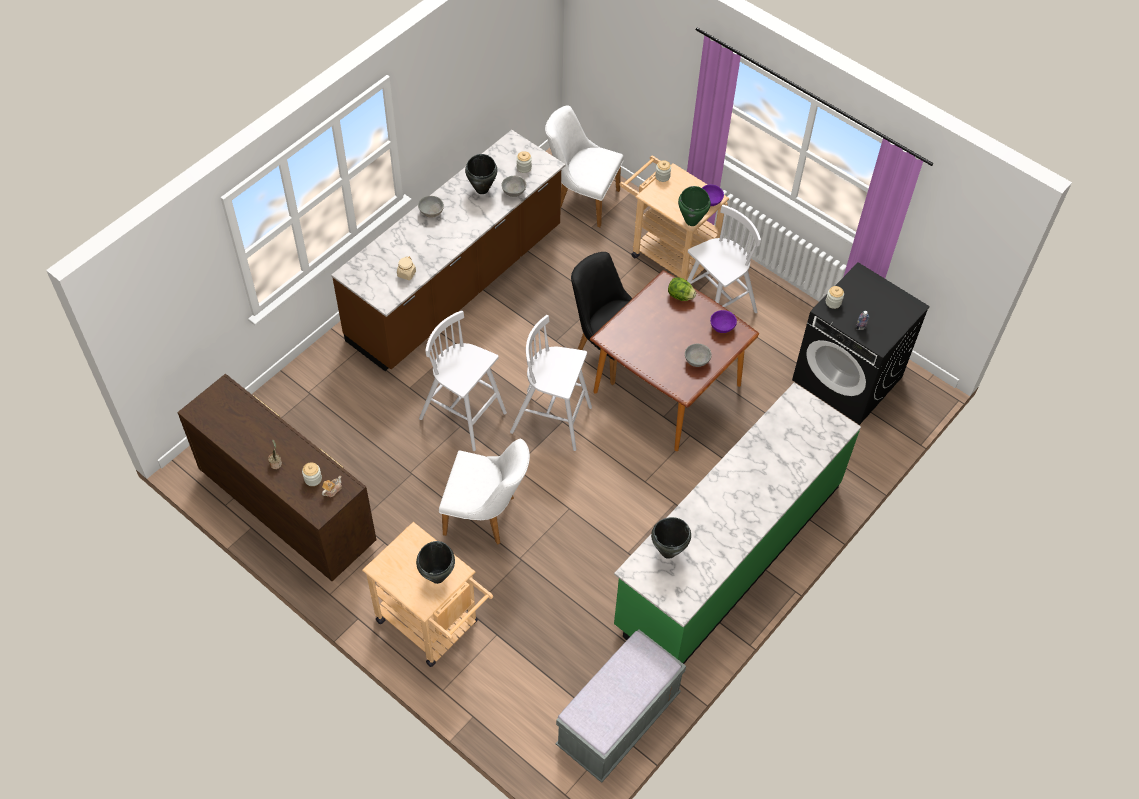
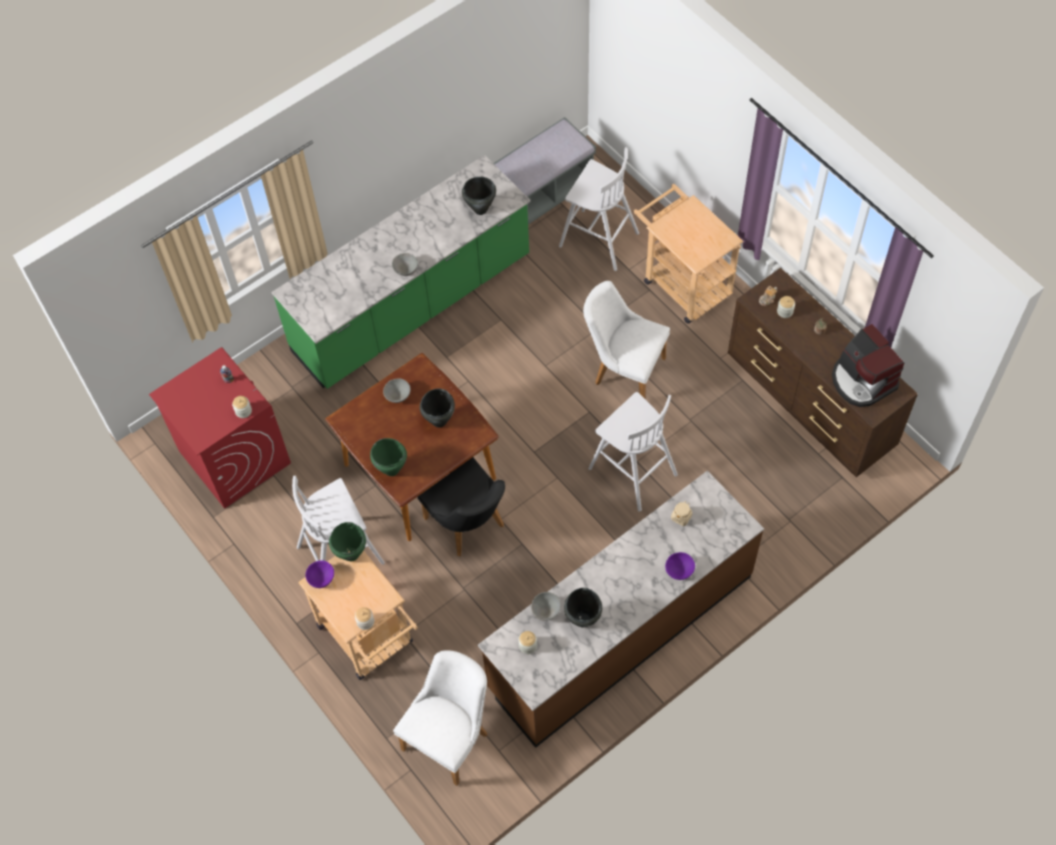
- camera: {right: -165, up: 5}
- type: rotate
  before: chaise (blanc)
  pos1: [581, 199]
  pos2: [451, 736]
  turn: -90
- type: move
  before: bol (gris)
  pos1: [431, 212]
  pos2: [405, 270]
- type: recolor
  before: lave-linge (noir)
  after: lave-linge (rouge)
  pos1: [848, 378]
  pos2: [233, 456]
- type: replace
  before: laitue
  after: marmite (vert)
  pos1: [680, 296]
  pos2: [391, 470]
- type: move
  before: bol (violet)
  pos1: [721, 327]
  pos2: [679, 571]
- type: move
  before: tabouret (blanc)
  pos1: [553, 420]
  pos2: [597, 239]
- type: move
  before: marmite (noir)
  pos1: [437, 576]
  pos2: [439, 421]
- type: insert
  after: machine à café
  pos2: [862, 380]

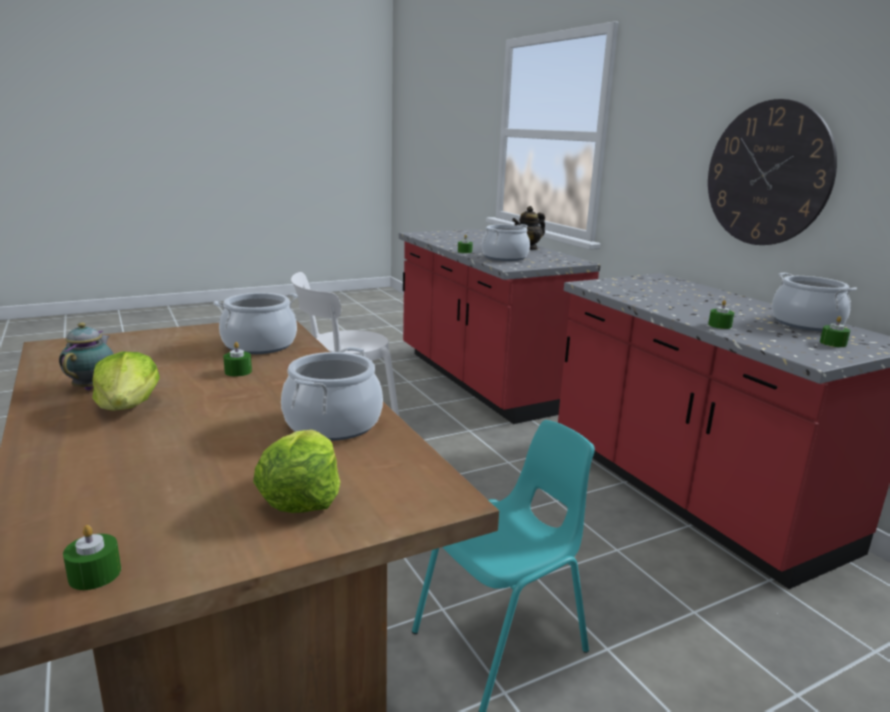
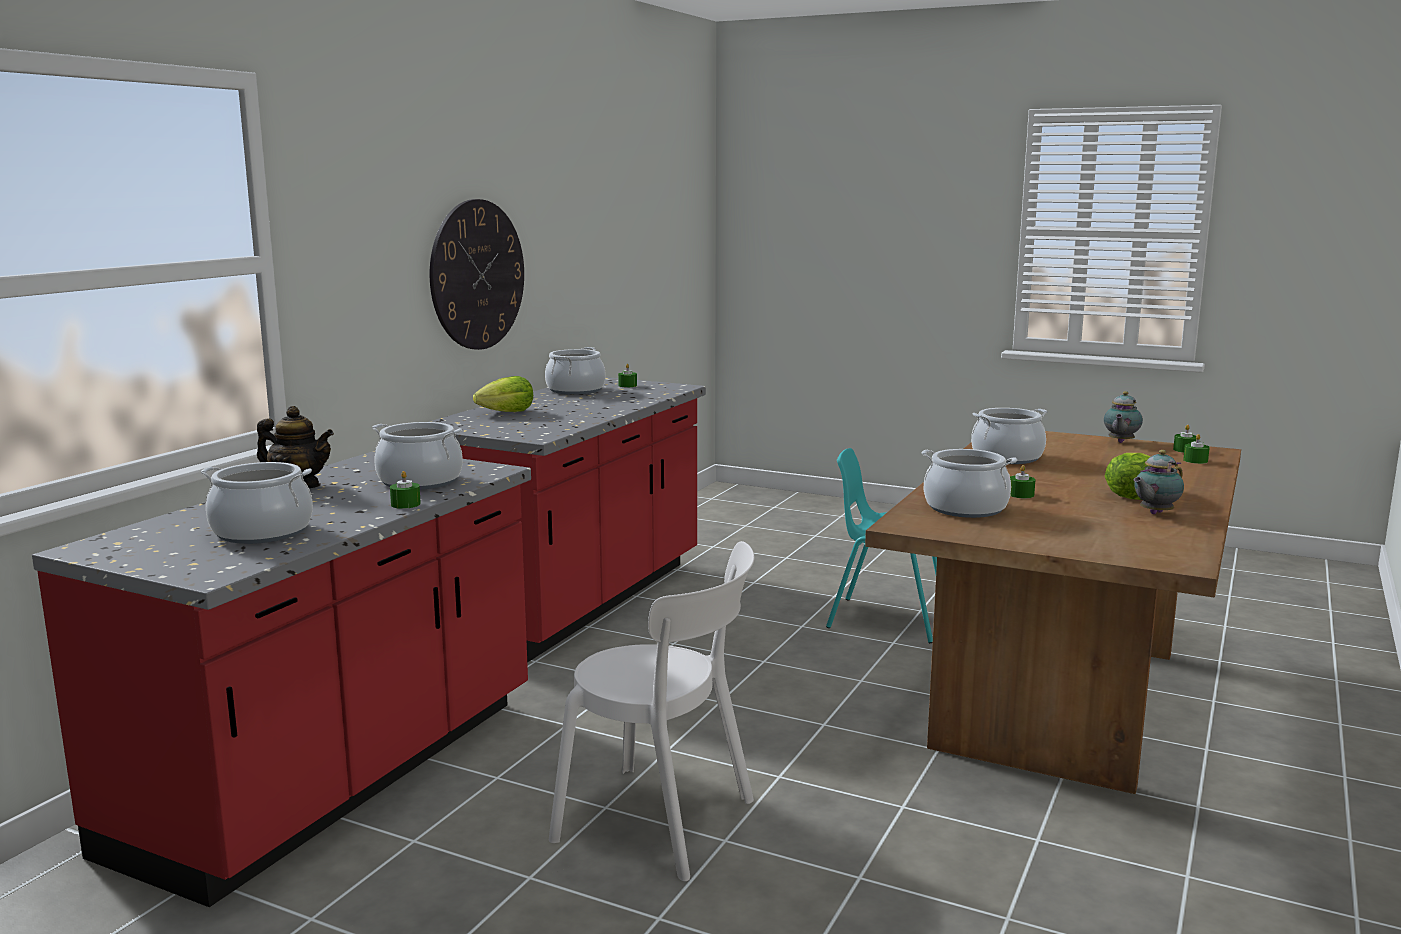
- camera: {right: -125, up: -5}
- type: move
  before: bougie (vert)
  pos1: [719, 325]
  pos2: [1195, 460]
- type: move
  before: laitue
  pos1: [301, 496]
  pos2: [507, 412]
- type: insert
  after: théière
  pos2: [1120, 442]
- type: insert
  after: marmite
  pos2: [262, 532]

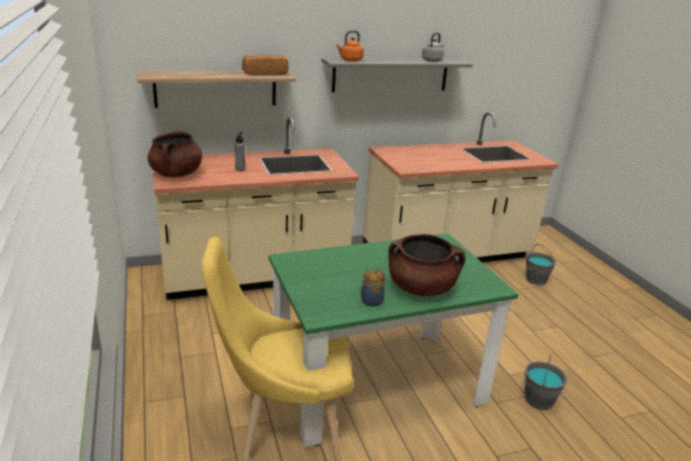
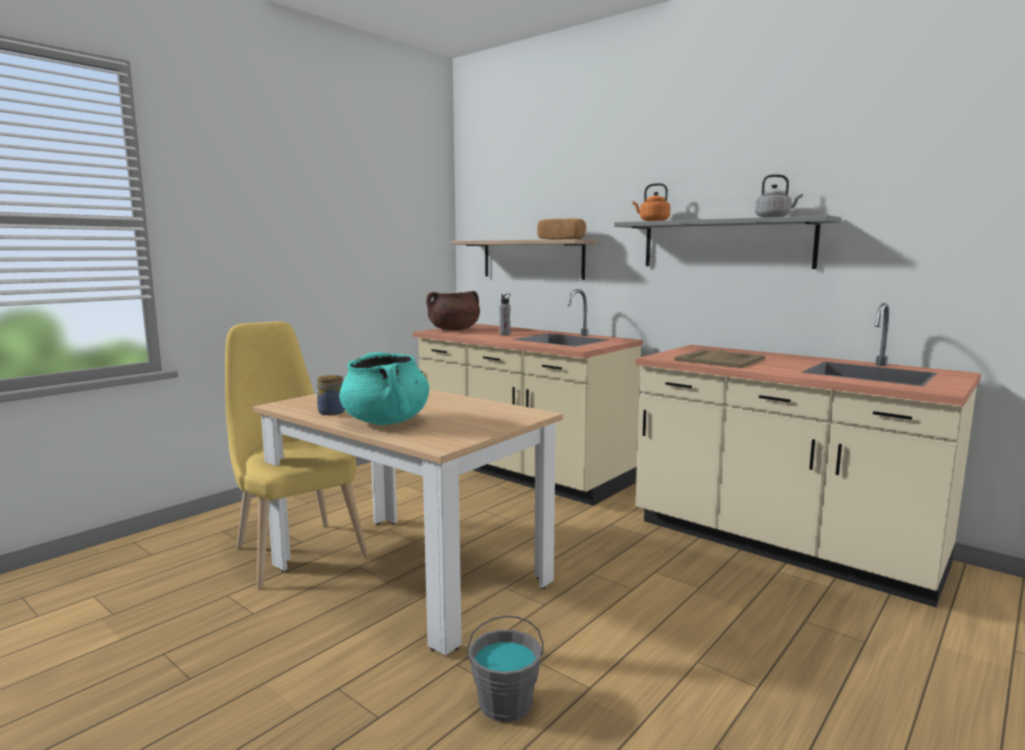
- camera: {right: 60, up: -15}
- type: recolor
  before: table à manger (vert)
  after: table à manger (beige)
  pos1: [377, 384]
  pos2: [409, 574]
- type: recolor
  before: marmite (marron)
  after: marmite (turquoise)
  pos1: [421, 288]
  pos2: [386, 421]
- type: delete
  before: seau (gris)
  pos1: [536, 279]
- type: insert
  after: plateau (beige)
  pos2: [719, 359]

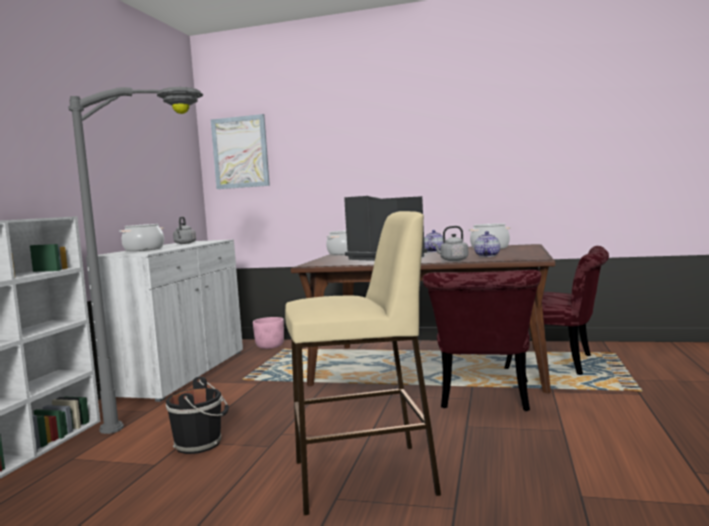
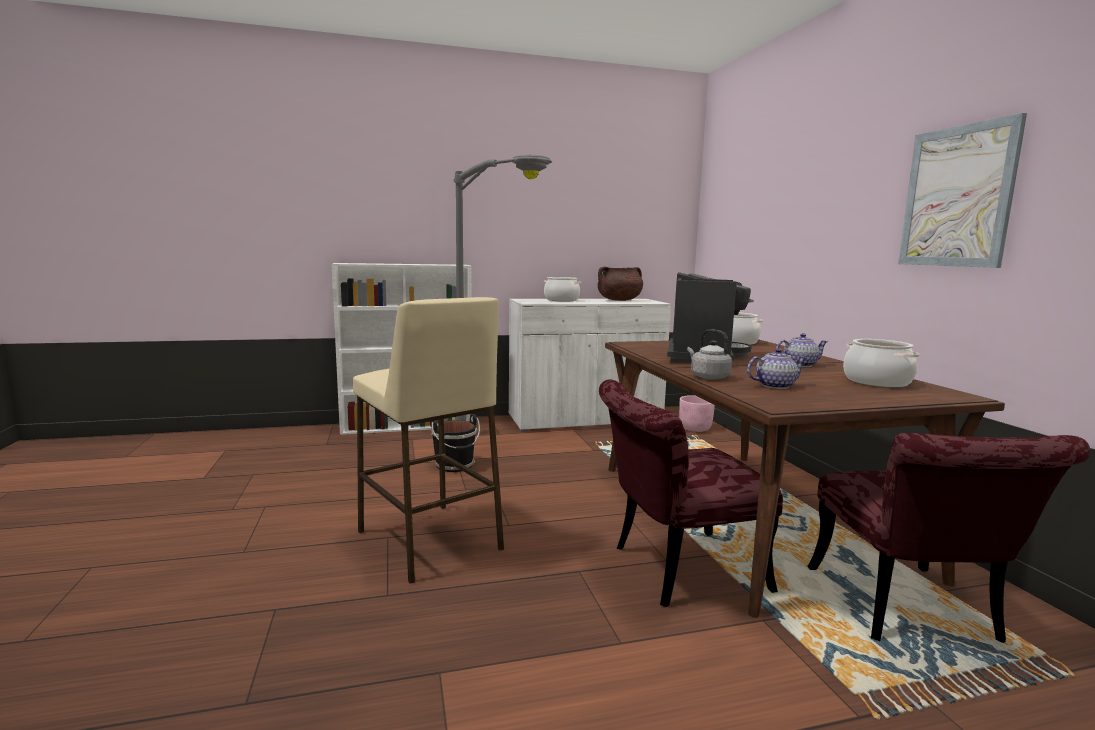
- camera: {right: 60, up: 5}
- type: move
  before: tableau
  pos1: [240, 152]
  pos2: [957, 197]
- type: replace
  before: bouilloire (gris)
  after: marmite (marron)
  pos1: [184, 243]
  pos2: [619, 300]

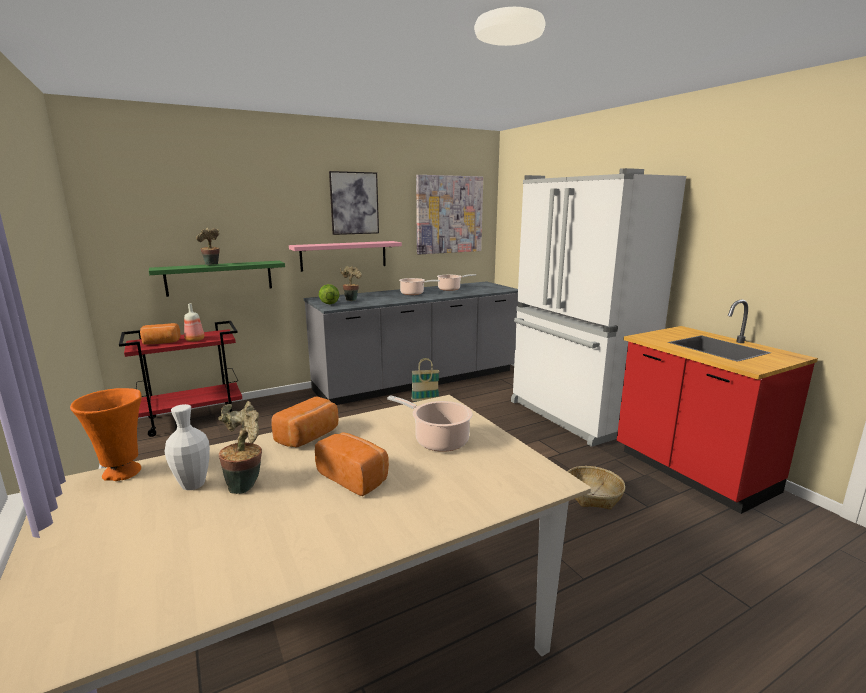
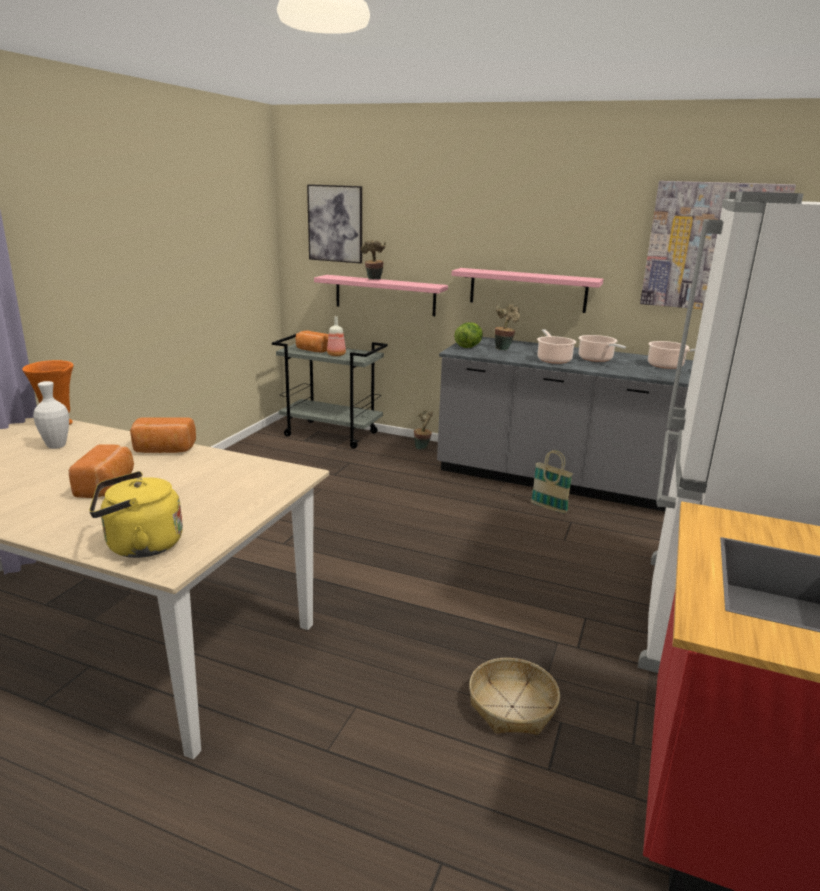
- camera: {right: 50, up: 5}
- type: move
  before: tableau
  pos1: [354, 203]
  pos2: [335, 223]
- type: recolor
  before: étagère (vert)
  after: étagère (rose)
  pos1: [219, 278]
  pos2: [385, 295]
- type: recolor
  before: chariot (rouge)
  after: chariot (gris)
  pos1: [194, 418]
  pos2: [332, 434]
- type: move
  before: marmite
  pos1: [438, 440]
  pos2: [553, 359]
- type: move
  before: plante en pot
  pos1: [246, 485]
  pos2: [423, 447]
- type: insert
  after: bouilloire (jaune)
  pos2: [139, 546]

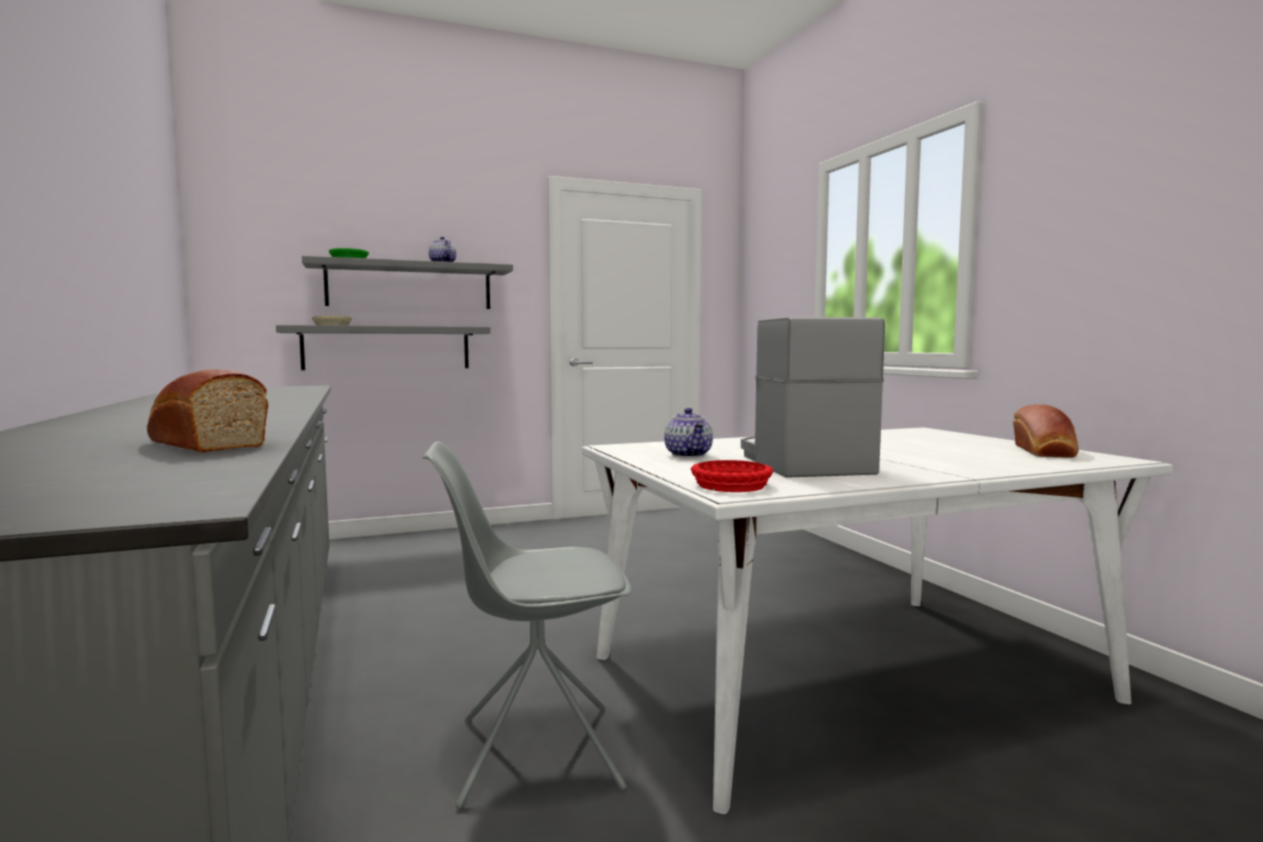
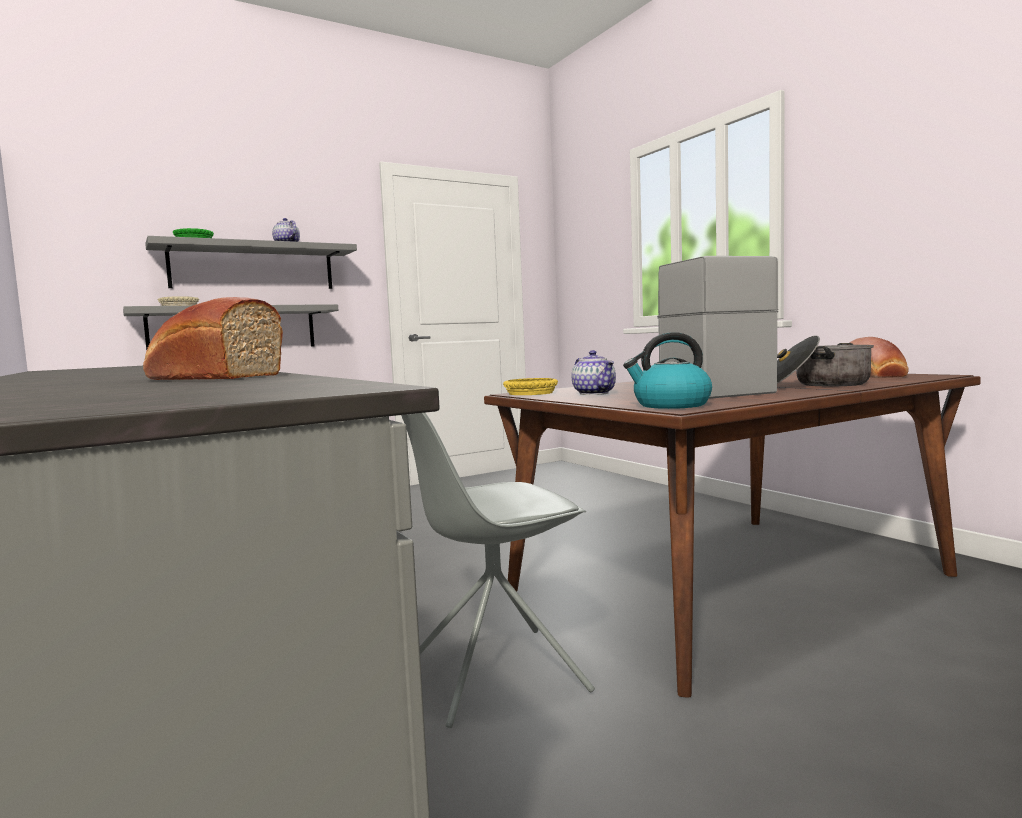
- camera: {right: -10, up: 0}
- type: recolor
  before: table à manger (blanc)
  after: table à manger (marron)
  pos1: [846, 677]
  pos2: [730, 582]
- type: replace
  before: bol (rouge)
  after: bouilloire
  pos1: [732, 485]
  pos2: [671, 405]
- type: insert
  after: marmite
  pos2: [817, 385]
- type: insert
  after: bol (jaune)
  pos2: [530, 393]

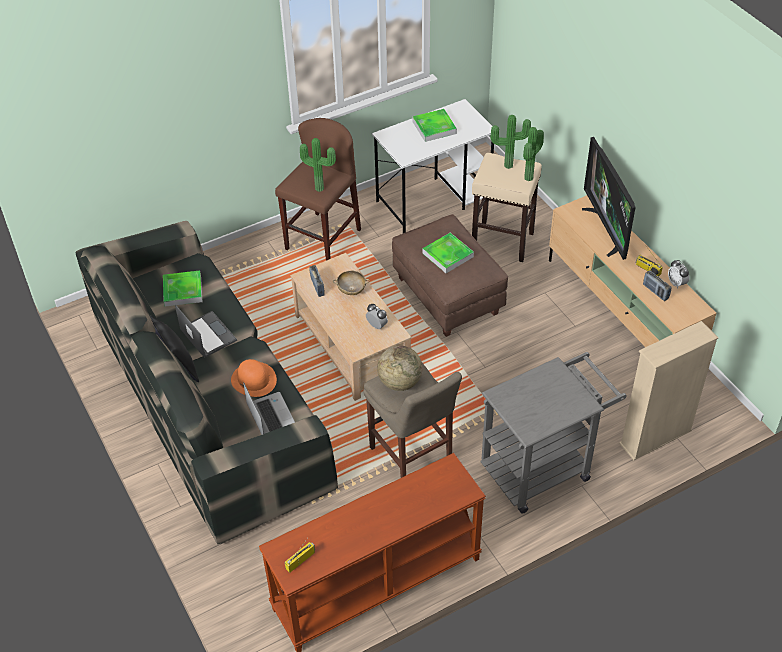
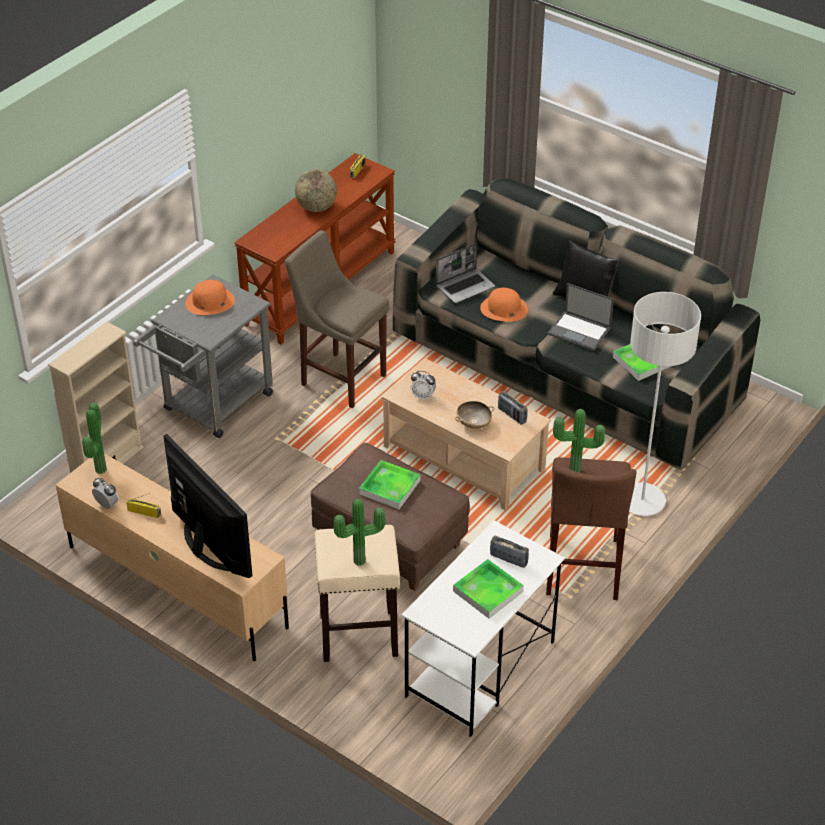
- camera: {right: 155, up: -5}
- type: move
  before: plante en pot
  pos1: [530, 178]
  pos2: [98, 470]
- type: move
  before: radio
  pos1: [655, 292]
  pos2: [509, 559]
- type: move
  before: globe
  pos1: [399, 382]
  pos2: [316, 207]
- type: rotate
  before: ordinateur portable
  pos1: [270, 416]
  pos2: [465, 286]
  turn: -75
- type: insert
  after: chapeau (orange)
  pos2: [209, 302]
- type: insert
  after: lampadaire (gris)
  pos2: [642, 501]

